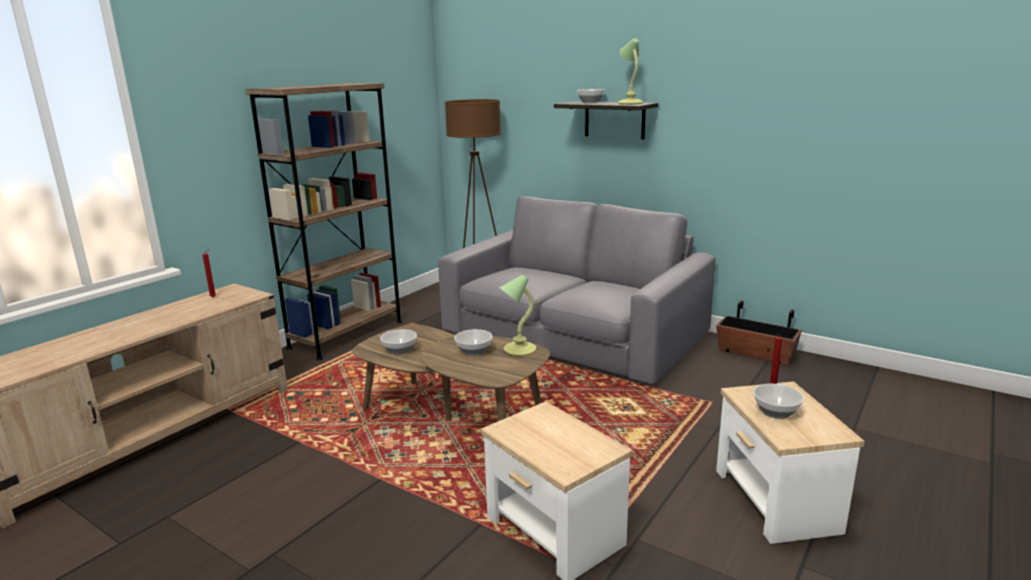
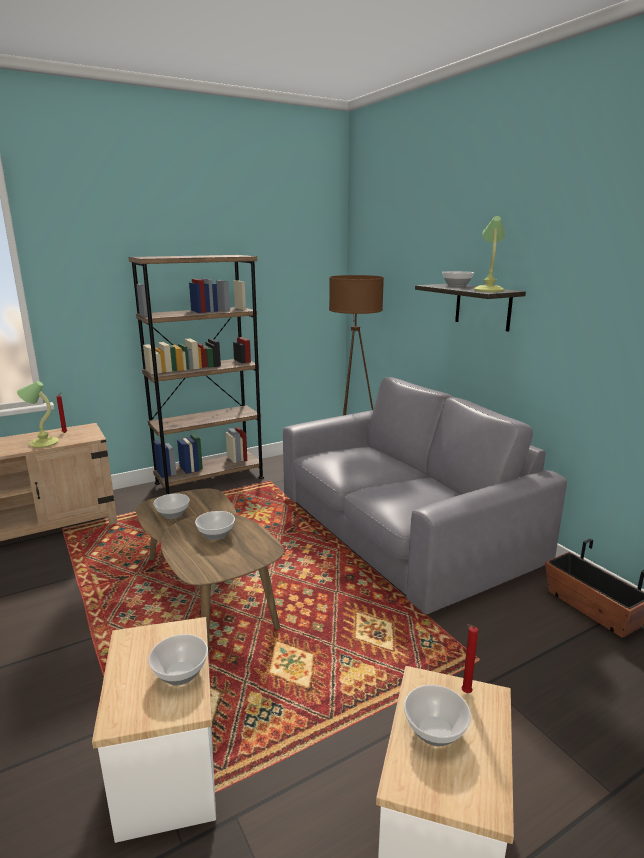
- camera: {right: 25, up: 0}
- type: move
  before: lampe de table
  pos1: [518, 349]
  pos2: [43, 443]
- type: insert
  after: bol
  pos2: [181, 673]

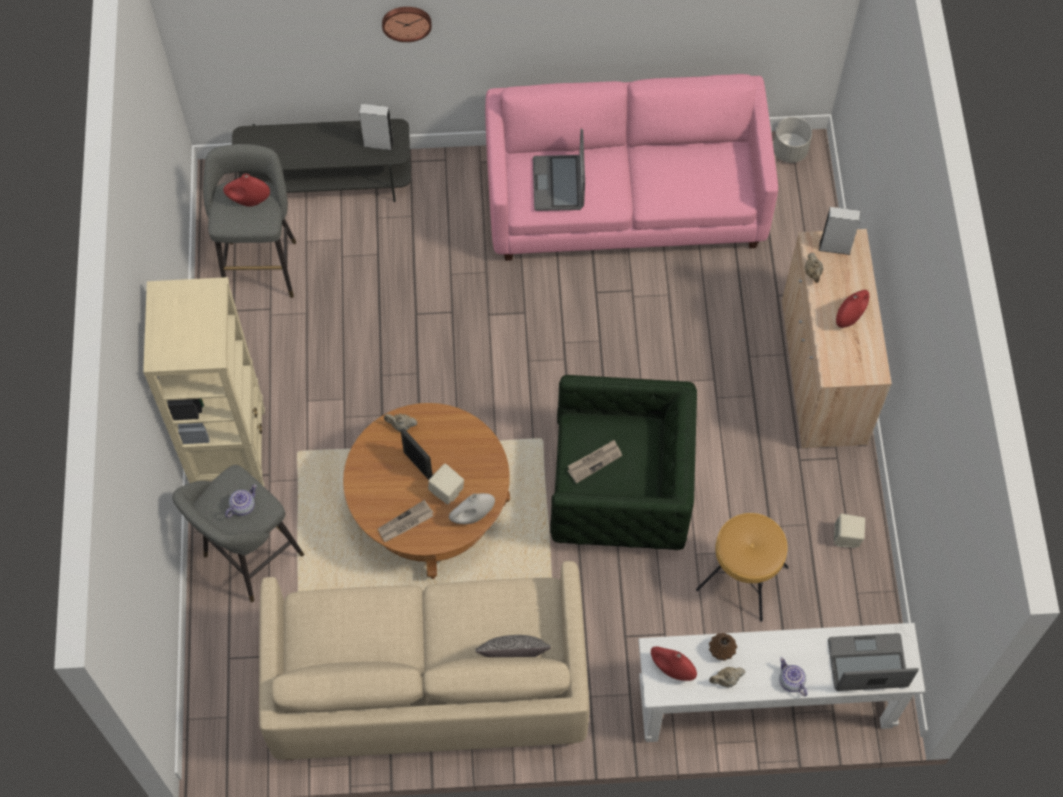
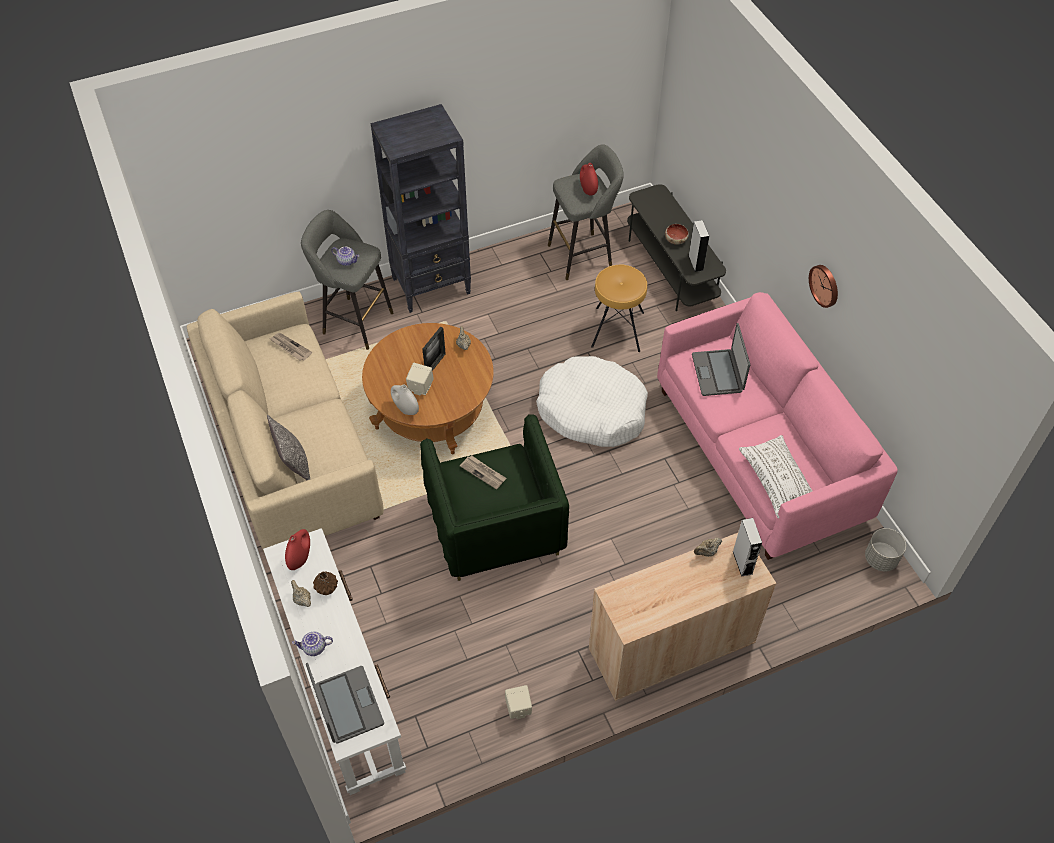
- camera: {right: 70, up: -10}
- type: move
  before: horloge murale
  pos1: [406, 22]
  pos2: [825, 285]
- type: rotate
  before: ordinateur portable
  pos1: [559, 184]
  pos2: [718, 373]
  turn: -75
- type: recolor
  before: bibliothèque (beige)
  after: bibliothèque (noir)
  pos1: [230, 450]
  pos2: [432, 286]
- type: delete
  before: vase (rouge)
  pos1: [849, 317]
- type: move
  before: journal
  pos1: [405, 523]
  pos2: [290, 347]
- type: move
  before: tabouret (marron)
  pos1: [742, 579]
  pos2: [617, 329]
- type: rotate
  before: théière
  pos1: [790, 681]
  pos2: [314, 648]
  turn: -135
- type: insert
  after: bol
  pos2: [675, 239]
- type: insert
  after: panier pour chien (blanc)
  pos2: [591, 410]
- type: insert
  after: coussin (blanc)
  pos2: [777, 482]

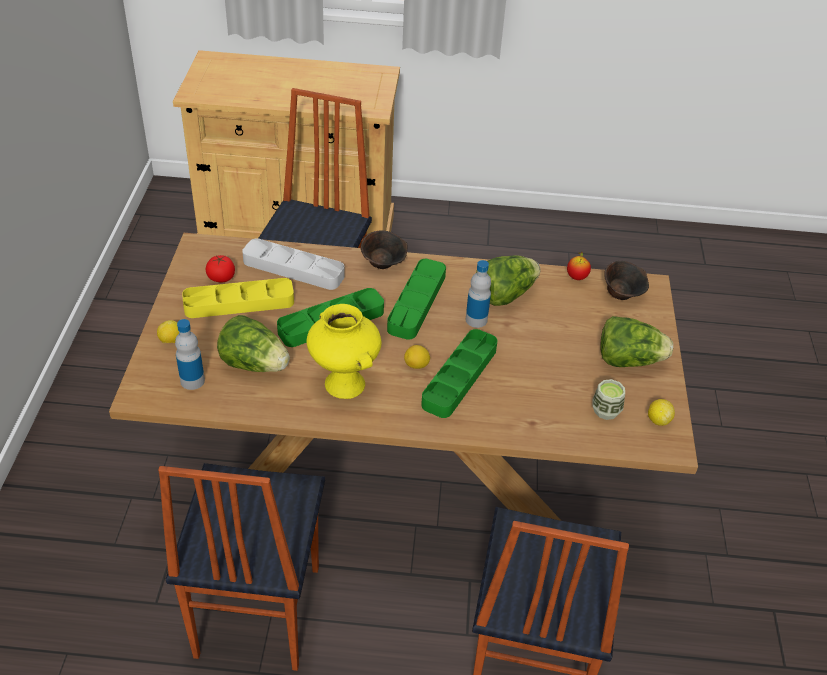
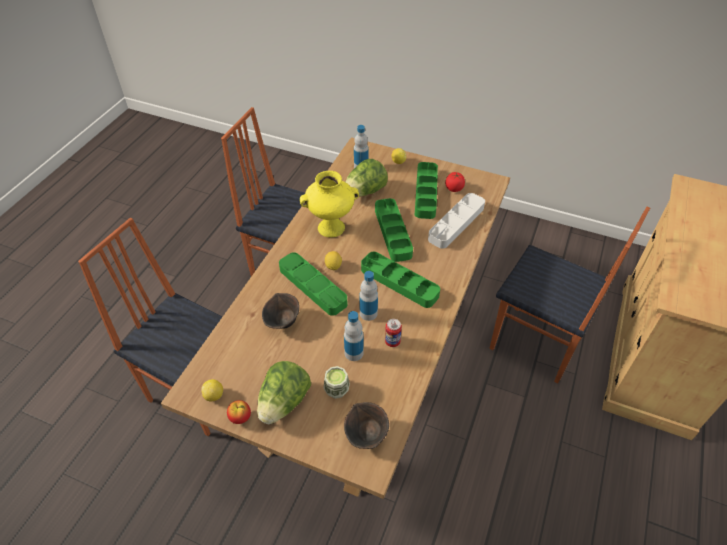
- camera: {right: 110, up: 5}
- type: move
  before: bol (marron)
  pos1: [383, 264]
  pos2: [282, 322]
- type: move
  before: pomme
  pos1: [576, 277]
  pos2: [240, 418]
- type: replace
  before: laitue
  after: boîte métallique
  pos1: [505, 295]
  pos2: [392, 341]
- type: recolor
  before: plateau (jaune)
  after: plateau (vert)
  pos1: [239, 303]
  pos2: [426, 193]
- type: move
  before: tasse
  pos1: [606, 410]
  pos2: [336, 389]
- type: insert
  after: bouteille
  pos2: [354, 353]

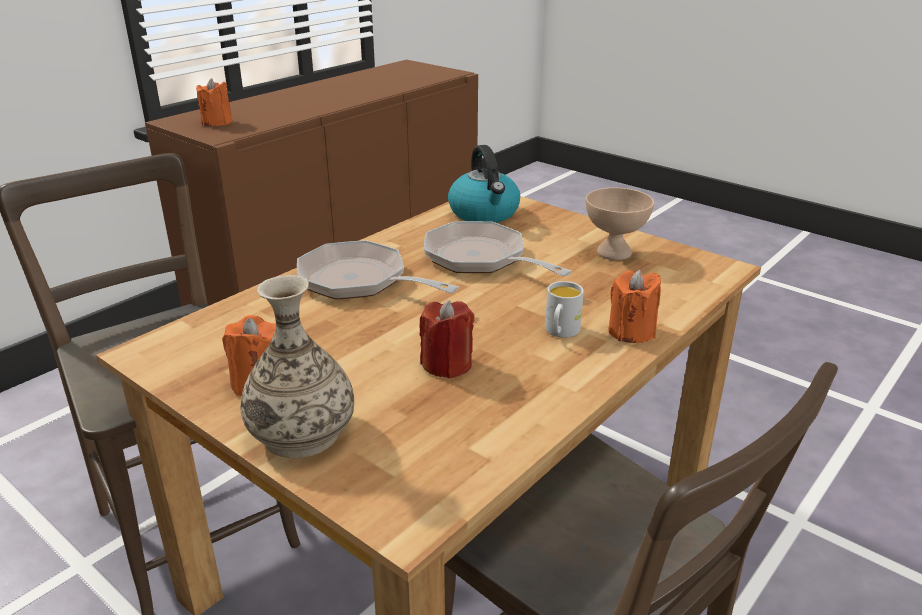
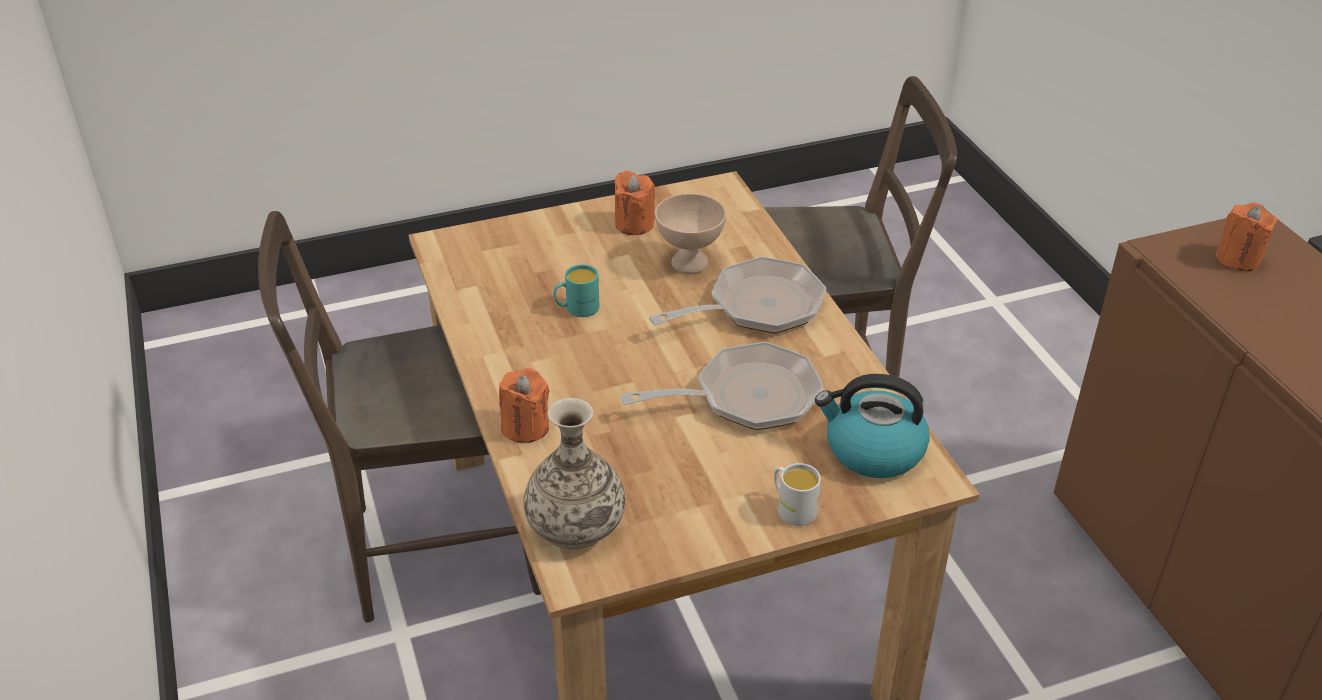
- camera: {right: 120, up: 10}
- type: move
  before: bol (beige)
  pos1: [614, 253]
  pos2: [688, 263]
- type: move
  before: vase
  pos1: [301, 433]
  pos2: [576, 524]
- type: move
  before: mug (blanc)
  pos1: [560, 332]
  pos2: [792, 508]
- type: replace
  before: bougie (rouge)
  after: mug (turquoise)
  pos1: [447, 364]
  pos2: [576, 309]

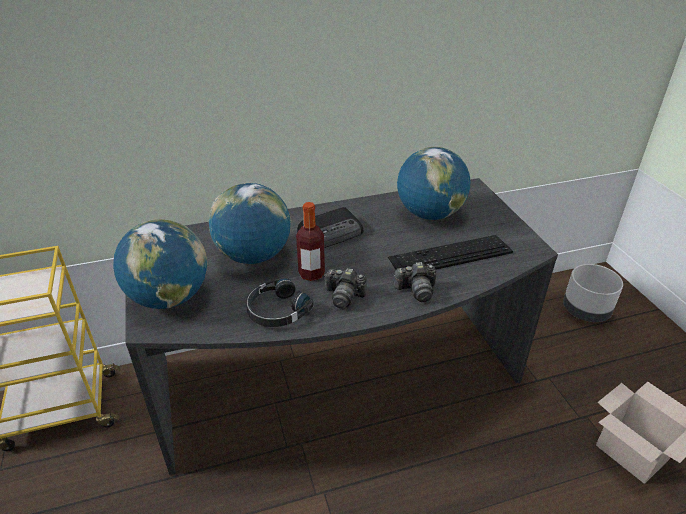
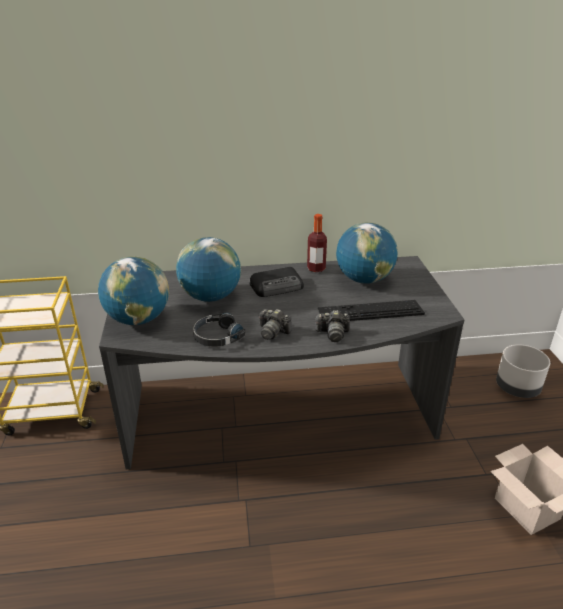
- camera: {right: 10, up: -5}
- type: move
  before: bouteille
  pos1: [311, 274]
  pos2: [316, 268]

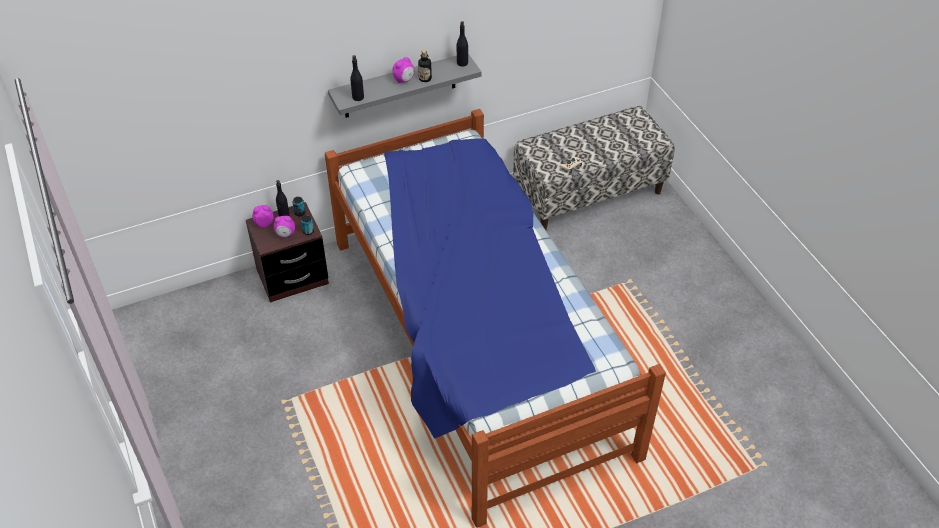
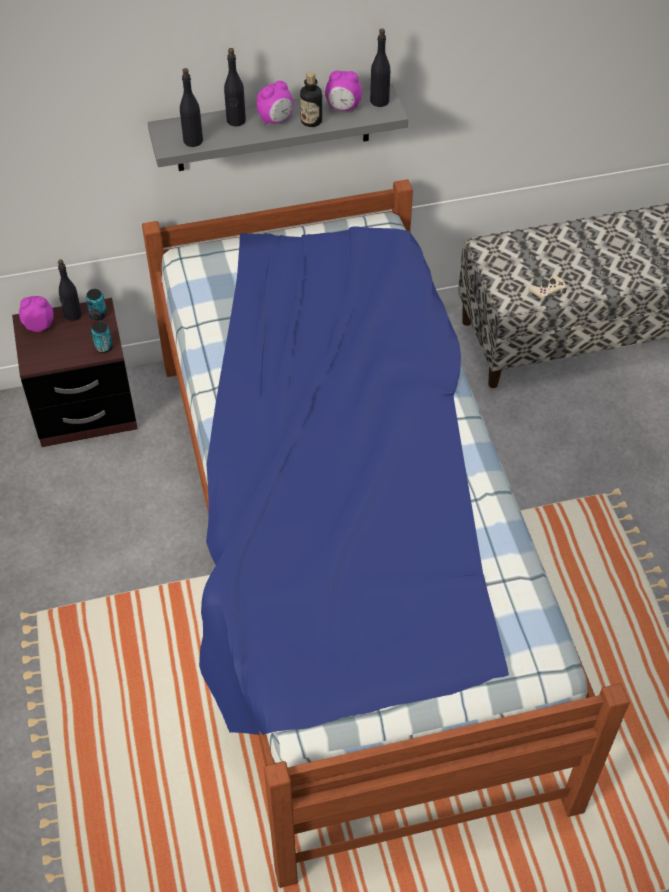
- camera: {right: 10, up: 5}
- type: move
  before: réveil
  pos1: [285, 234]
  pos2: [343, 107]
- type: insert
  after: bouteille (noir)
  pos2: [236, 121]

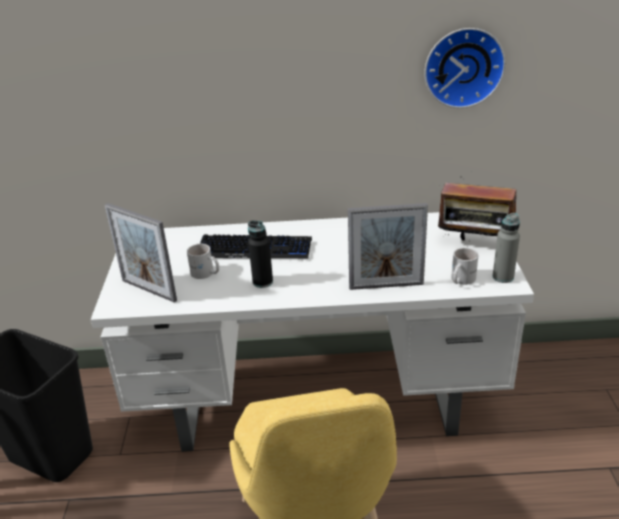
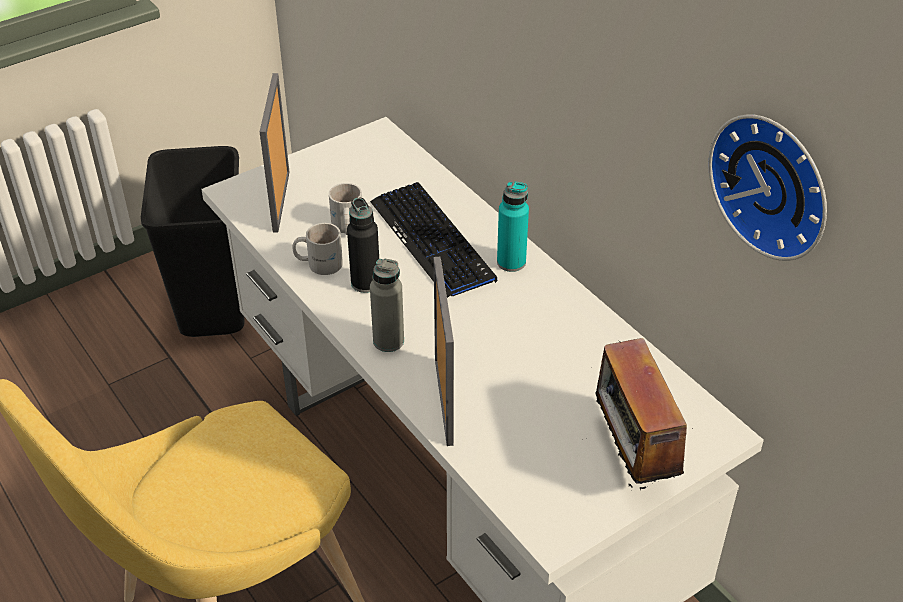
- camera: {right: 55, up: 10}
- type: rotate
  before: cadre photo
  pos1: [386, 286]
  pos2: [444, 401]
  turn: -150
- type: move
  before: bouteille (gris)
  pos1: [503, 277]
  pos2: [388, 341]
- type: move
  before: mug (blanc)
  pos1: [460, 279]
  pos2: [319, 262]
- type: insert
  after: bouteille (turquoise)
  pos2: [511, 262]

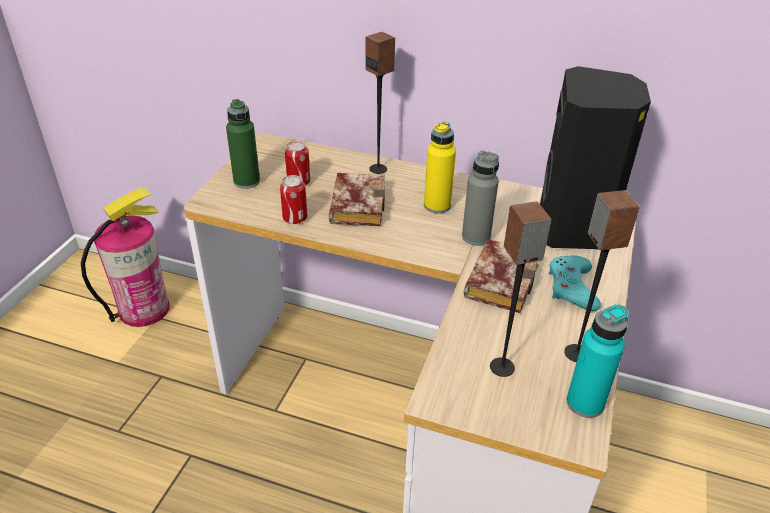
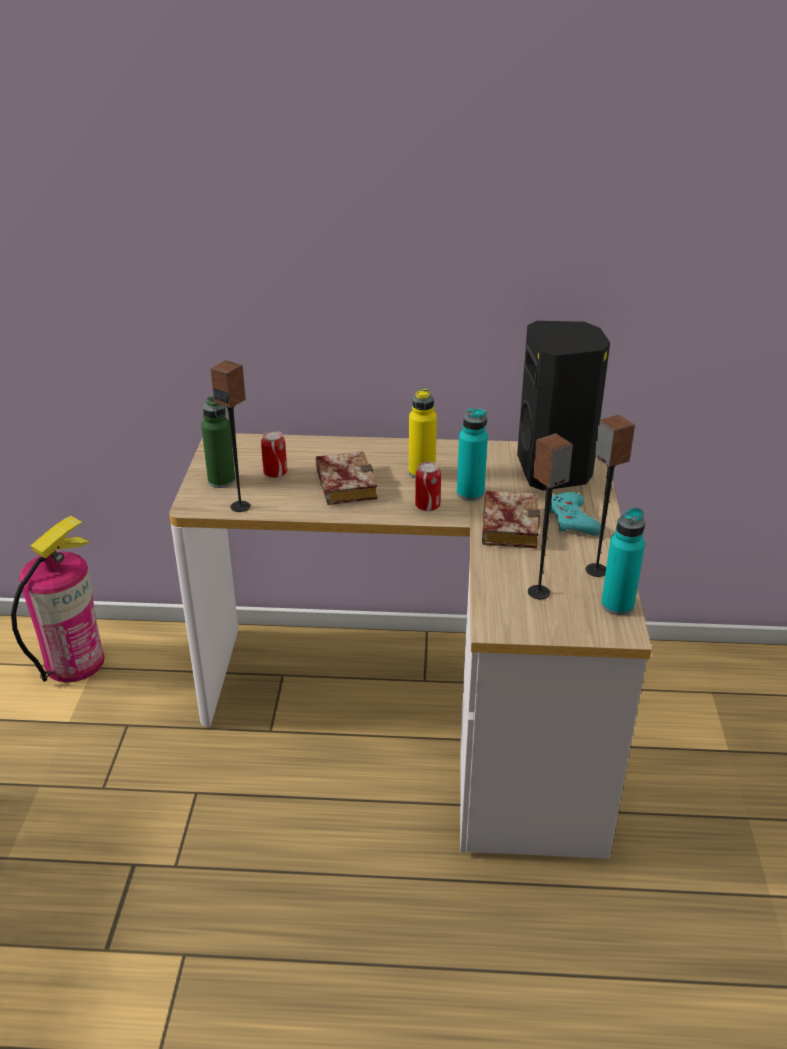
- camera: {right: -15, up: -5}
- type: move
  before: enceinte
  pos1: [378, 169]
  pos2: [240, 506]
- type: recolor
  before: bouteille (gris)
  after: bouteille (turquoise)
  pos1: [476, 237]
  pos2: [470, 493]
- type: move
  before: boîte métallique
  pos1: [295, 218]
  pos2: [427, 506]

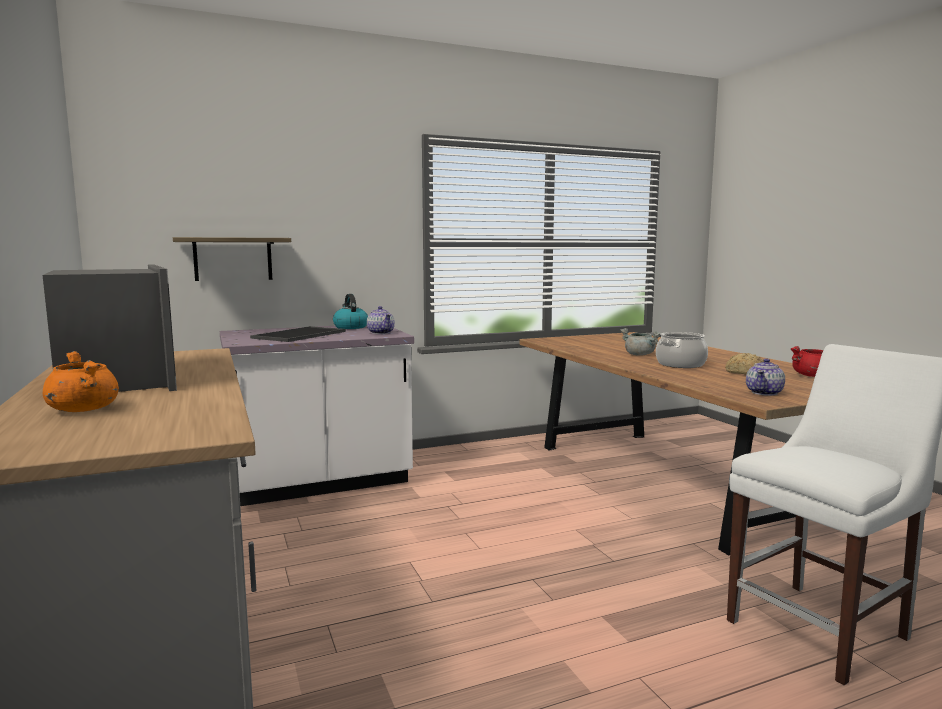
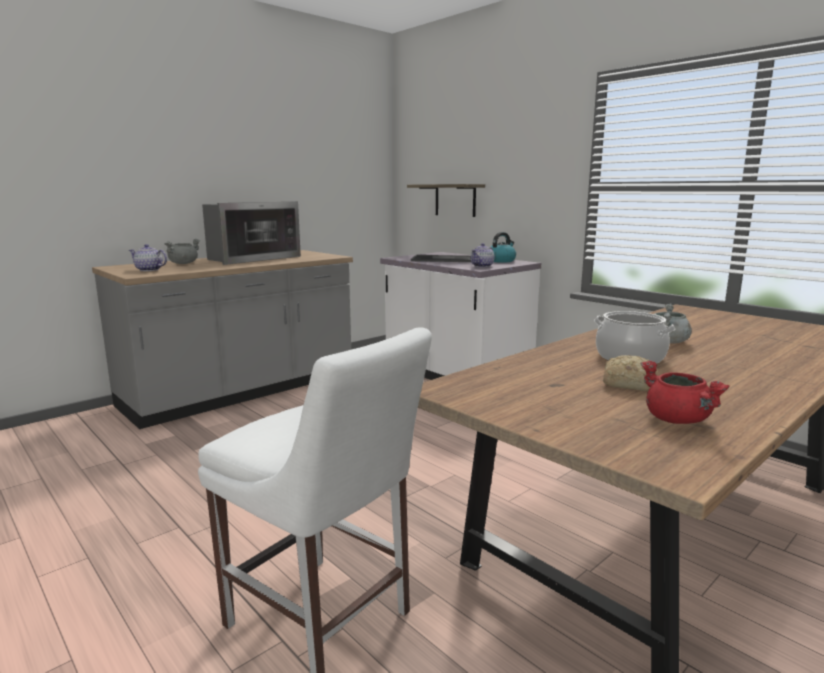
- camera: {right: 70, up: 5}
- type: recolor
  before: marmite (orange)
  after: marmite (gris)
  pos1: [83, 409]
  pos2: [183, 263]
- type: move
  before: théière
  pos1: [764, 393]
  pos2: [149, 270]

